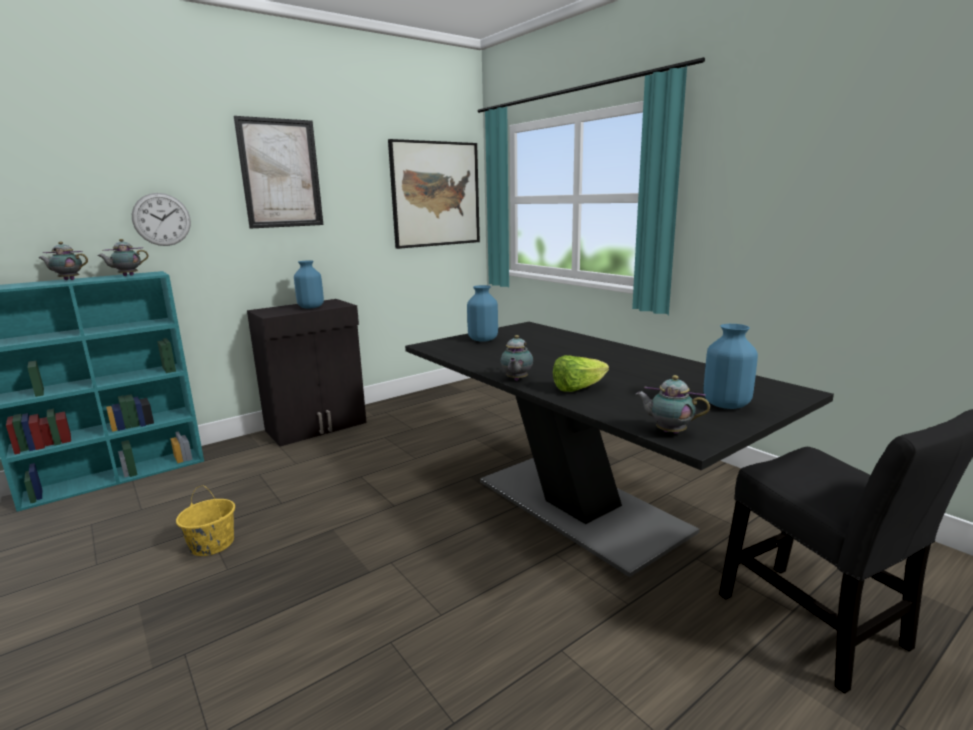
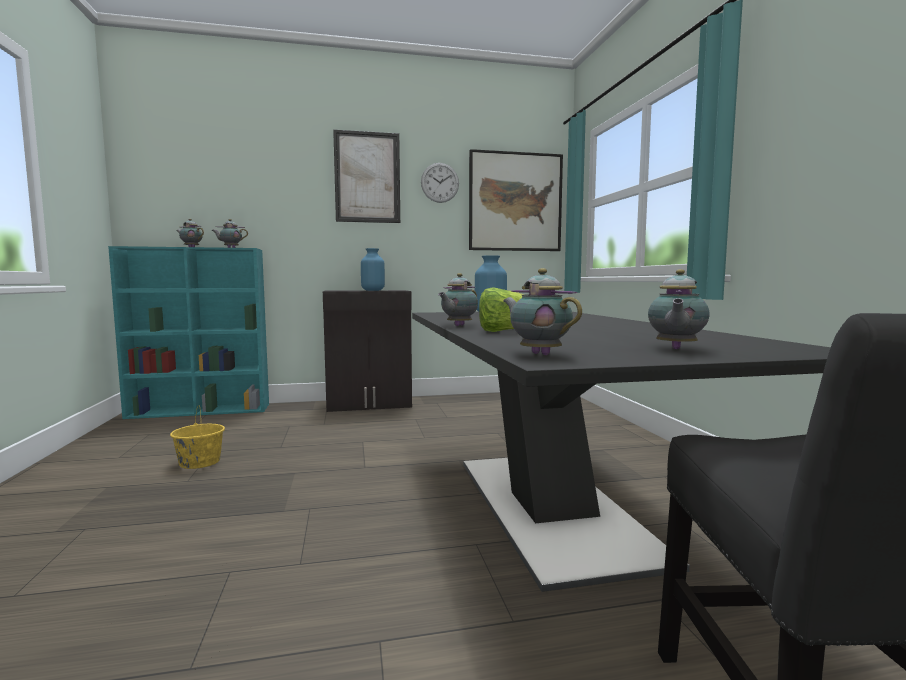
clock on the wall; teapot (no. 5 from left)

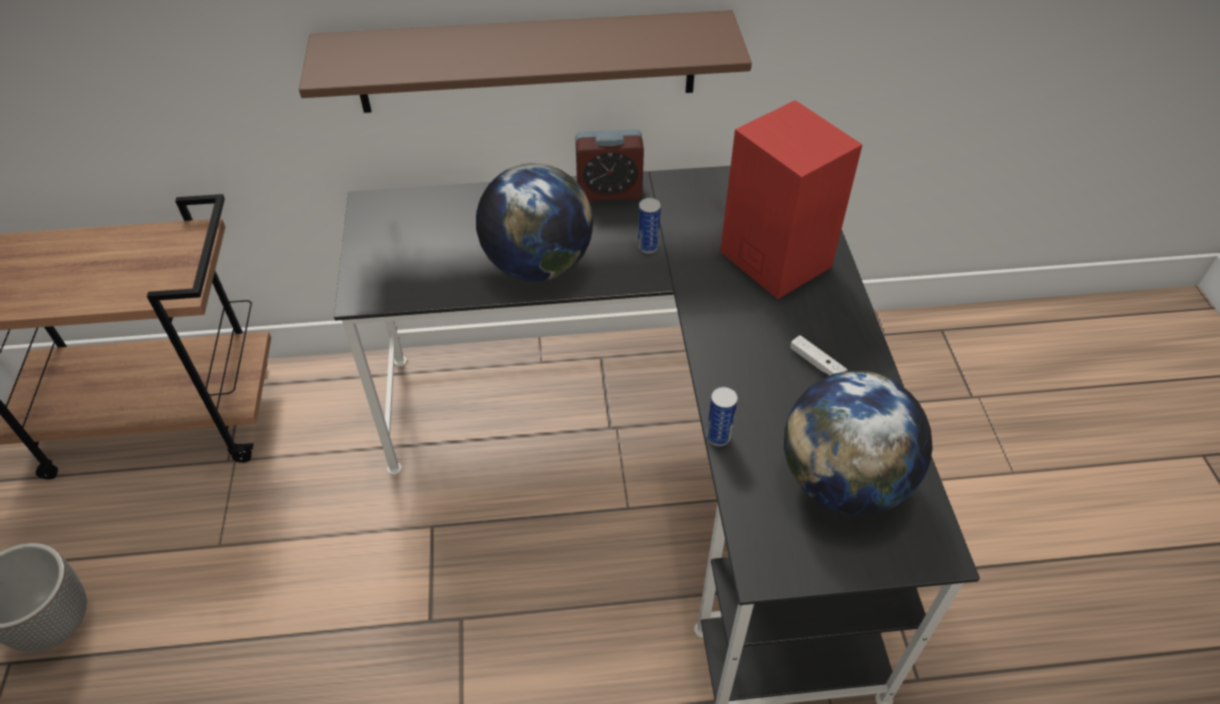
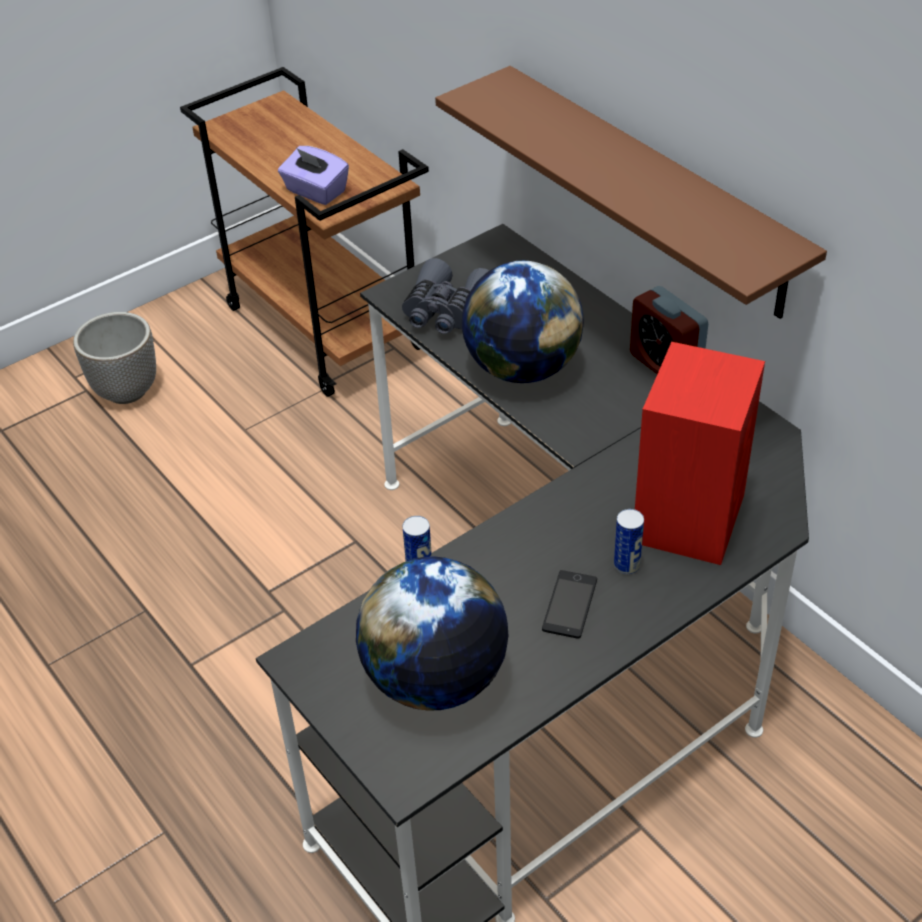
tissue holder (purple); field glasses (gray); phone; sealed can (no. 2 from left)

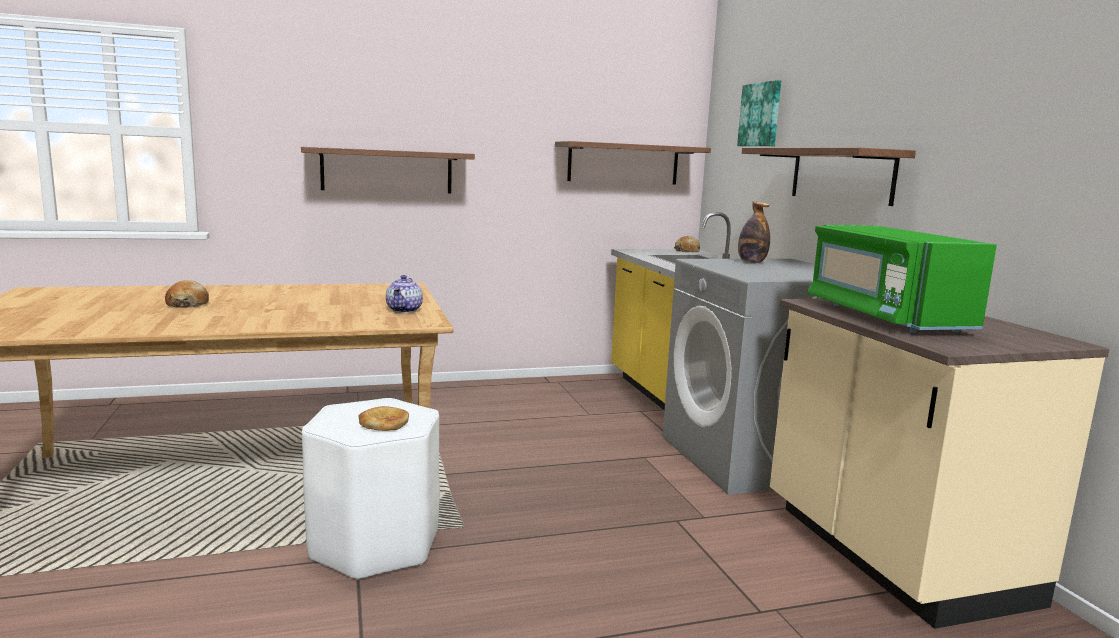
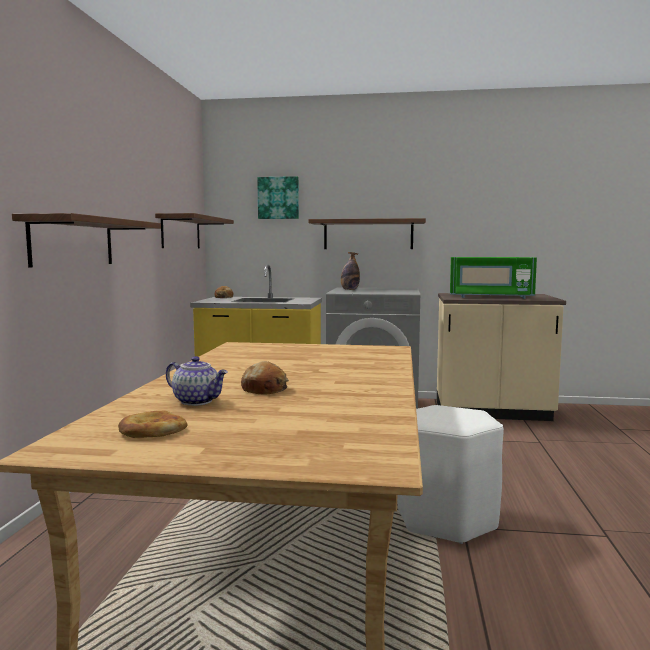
baked bread (no. 1 from left); teapot

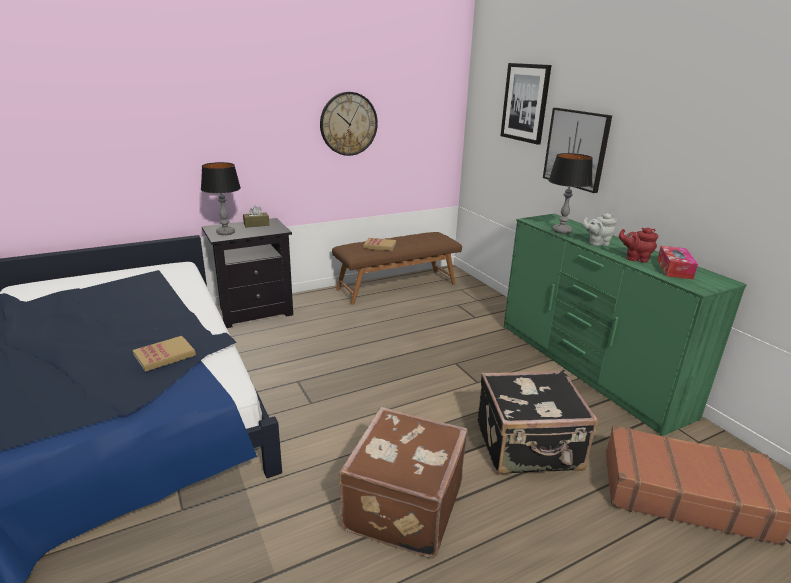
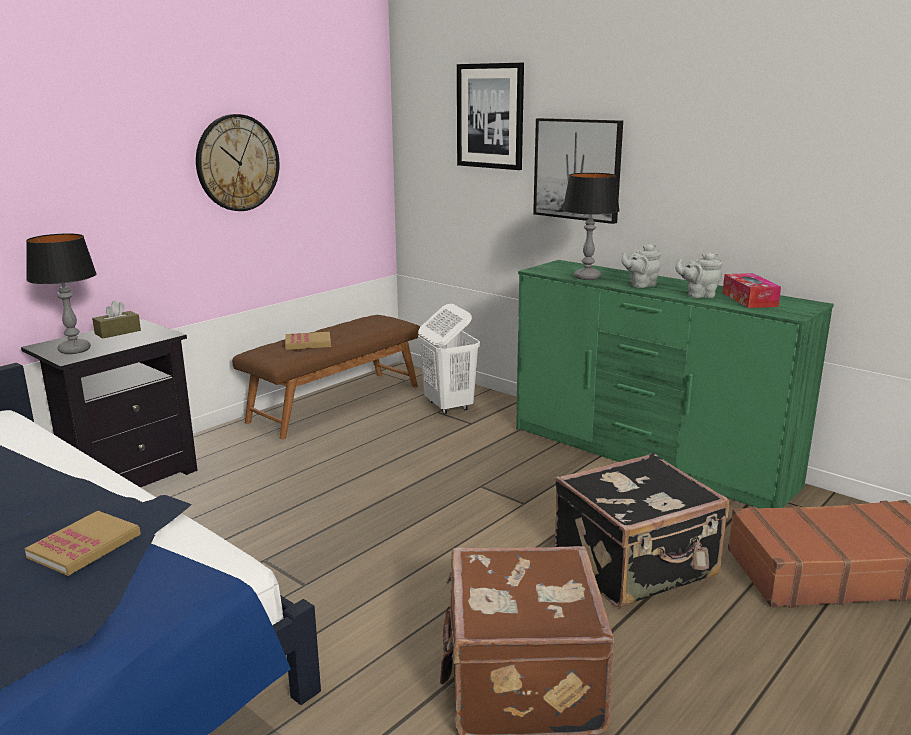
hamper (whitish); teapot (gray) (no. 2 from left)

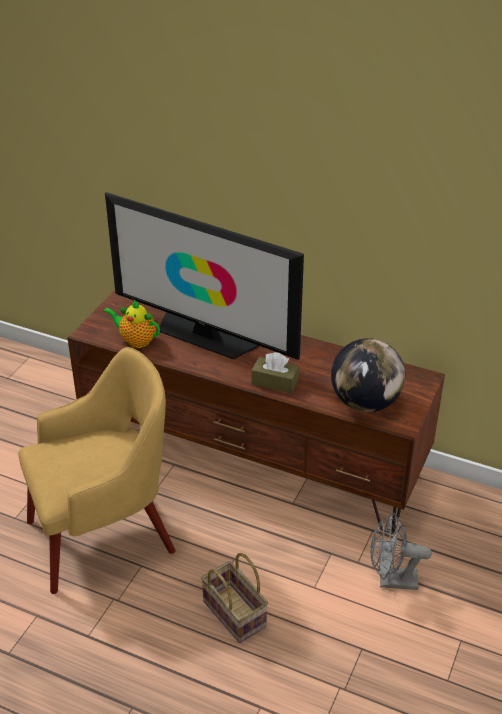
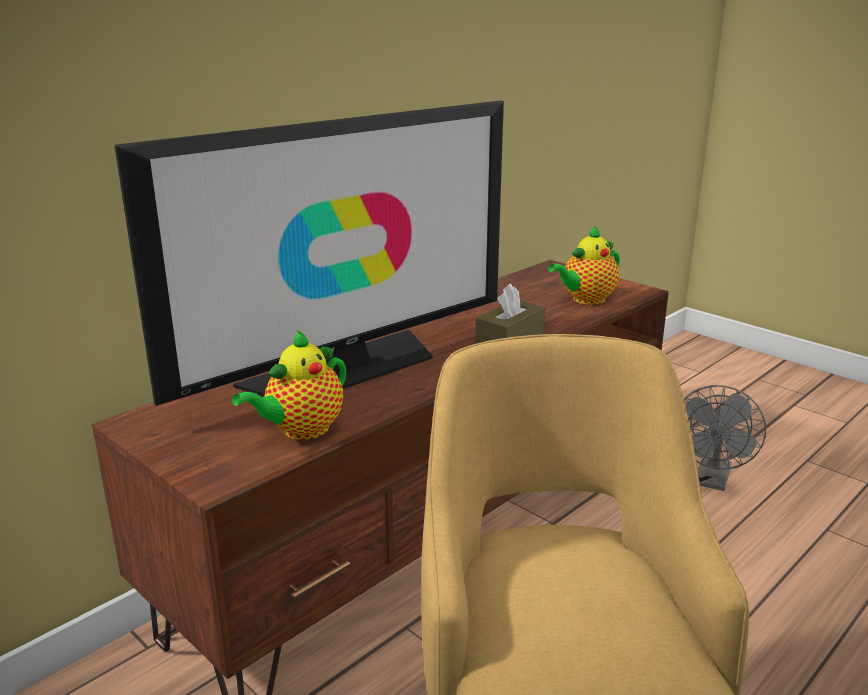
teapot (no. 2 from left); storage basket

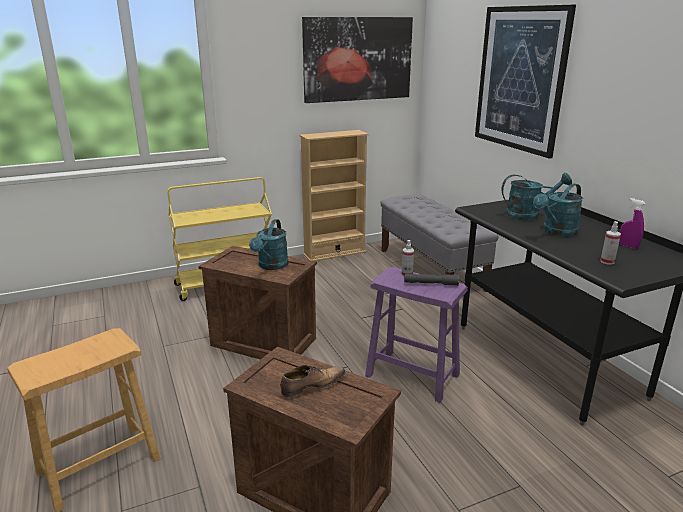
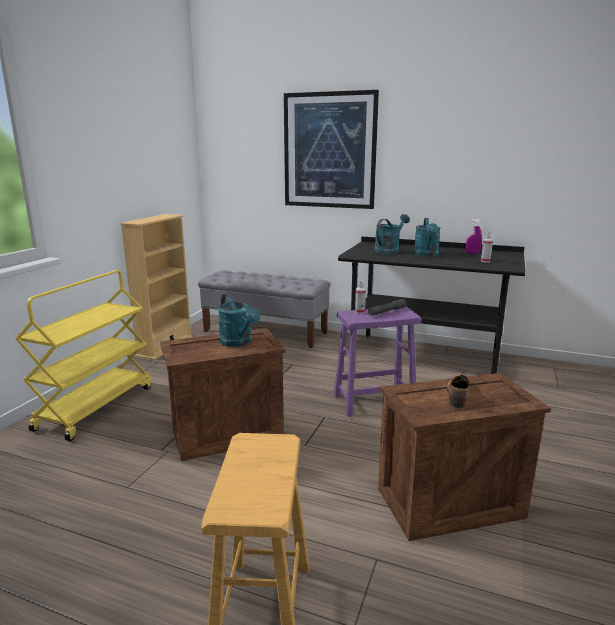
wall picture (no. 1 from left in the first image)

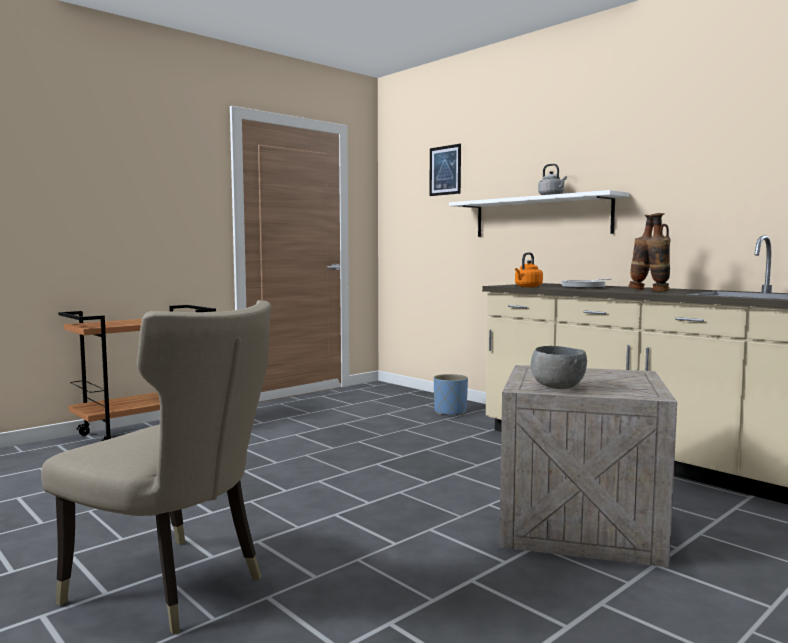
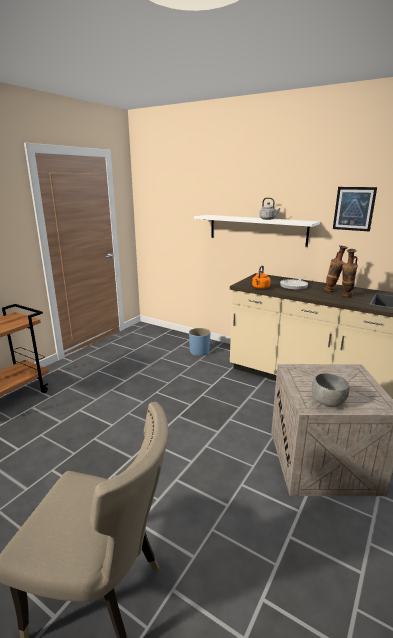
wall picture

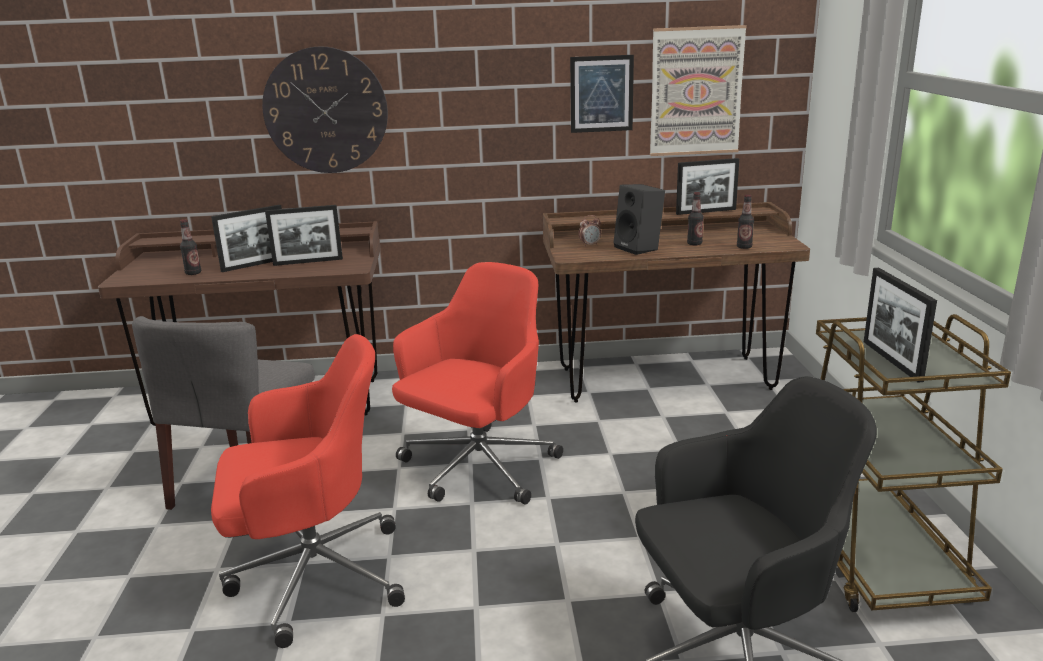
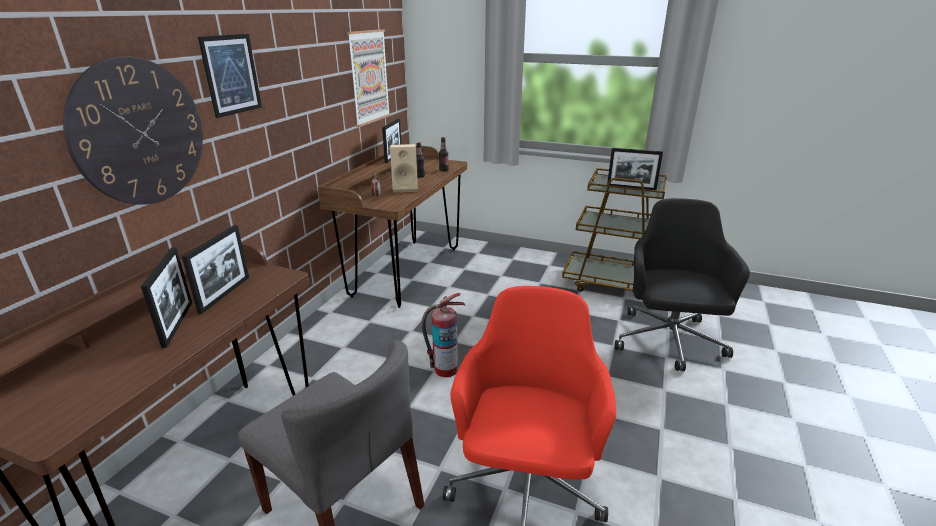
wall picture (no. 1 from left); loudspeaker (beige); fire extinguisher; bottle (no. 1 from left in the first image)

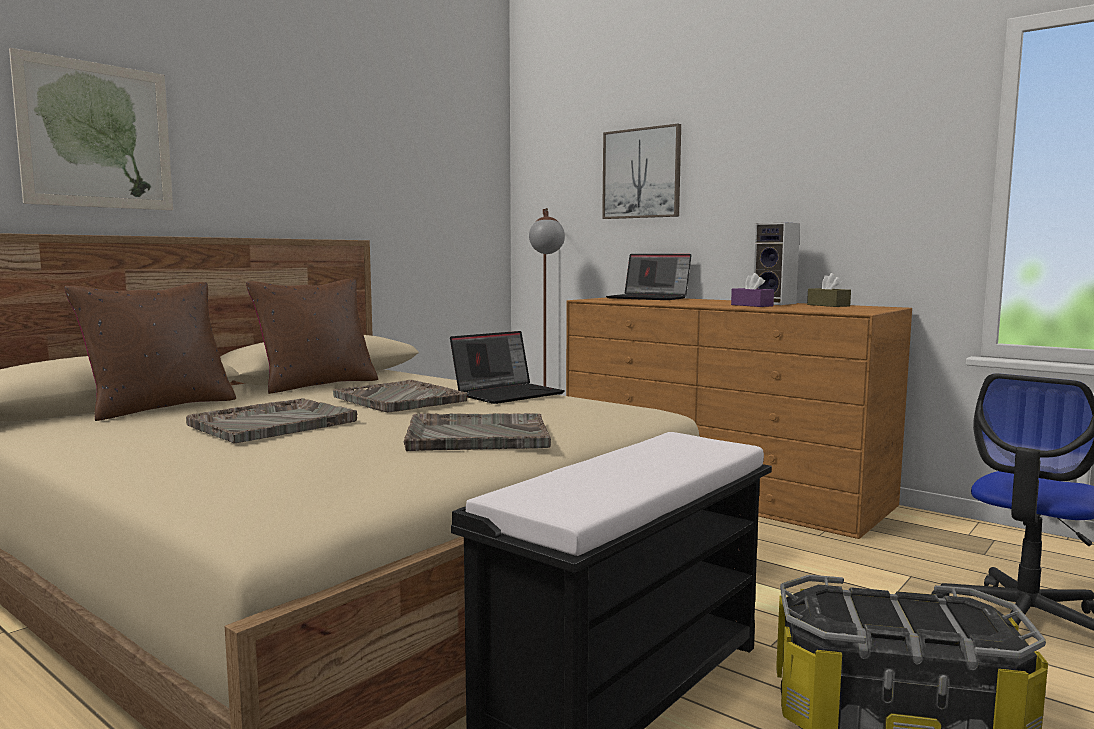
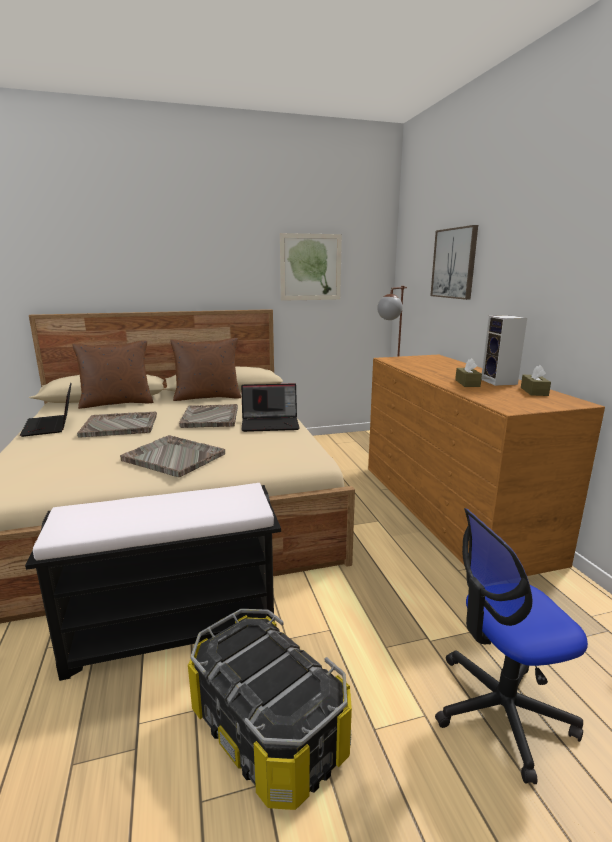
portable computer (no. 1 from left); wall picture (no. 1 from left); tissue holder (brownish) (no. 1 from left)

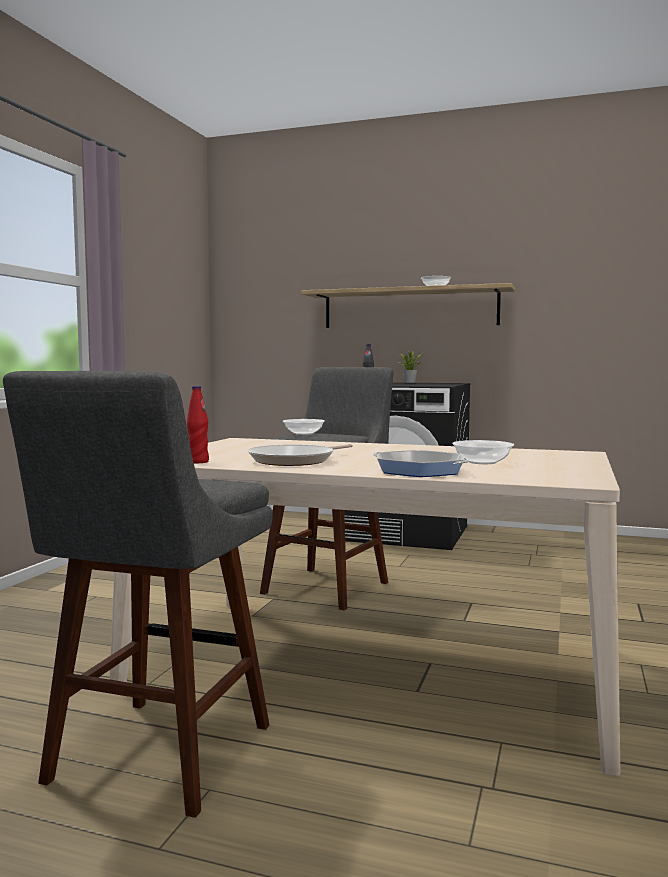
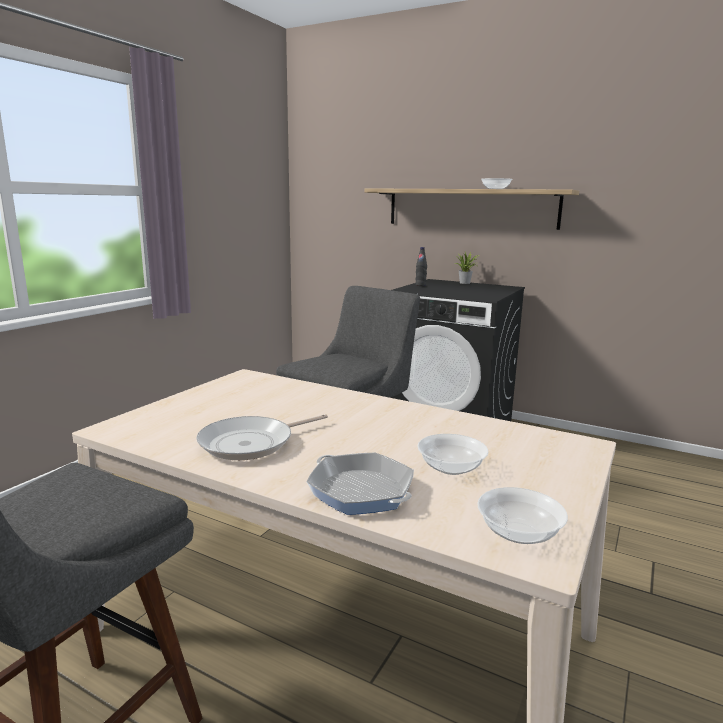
bowl (no. 3 from left); bottle (red)

